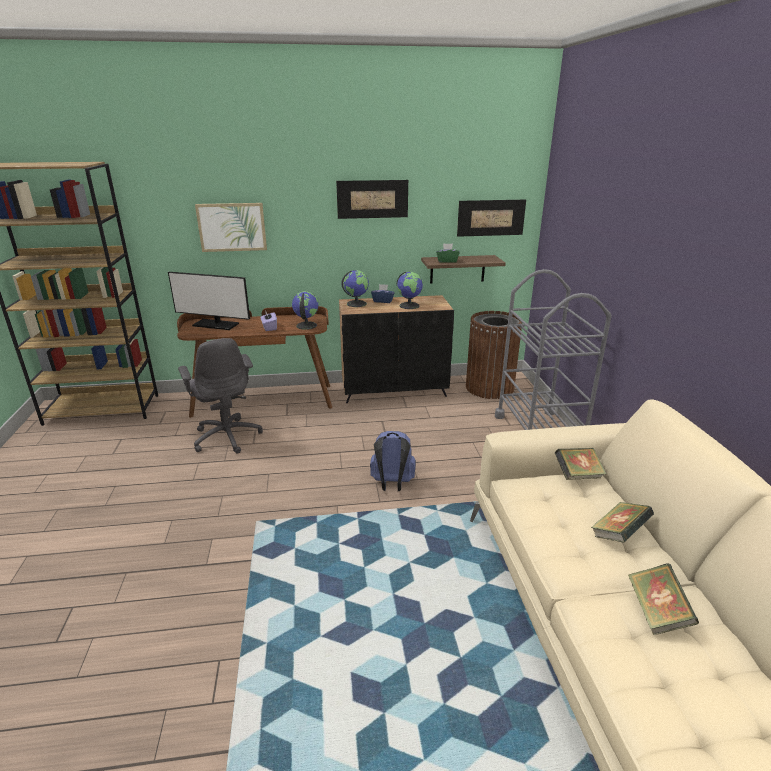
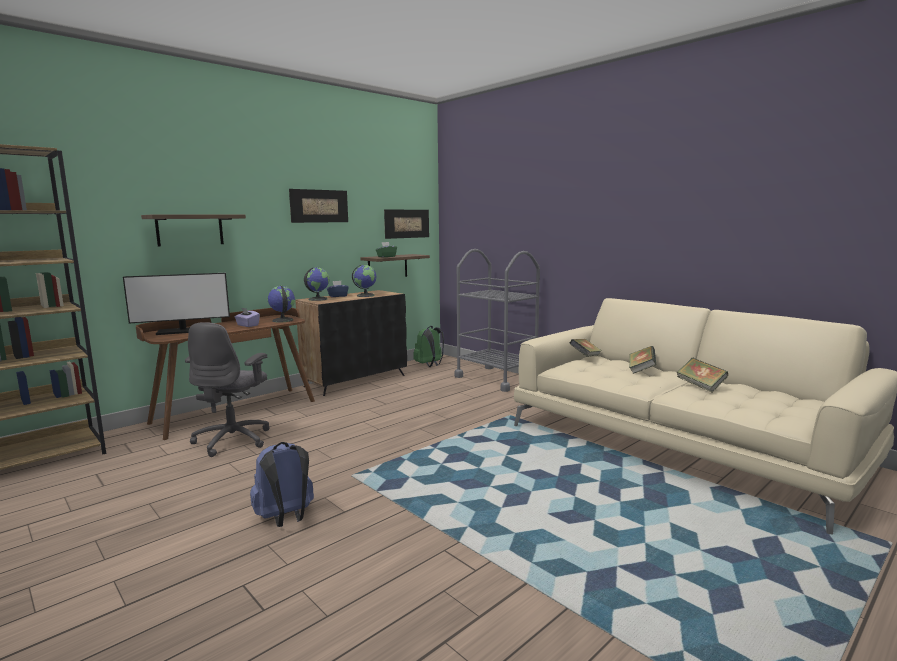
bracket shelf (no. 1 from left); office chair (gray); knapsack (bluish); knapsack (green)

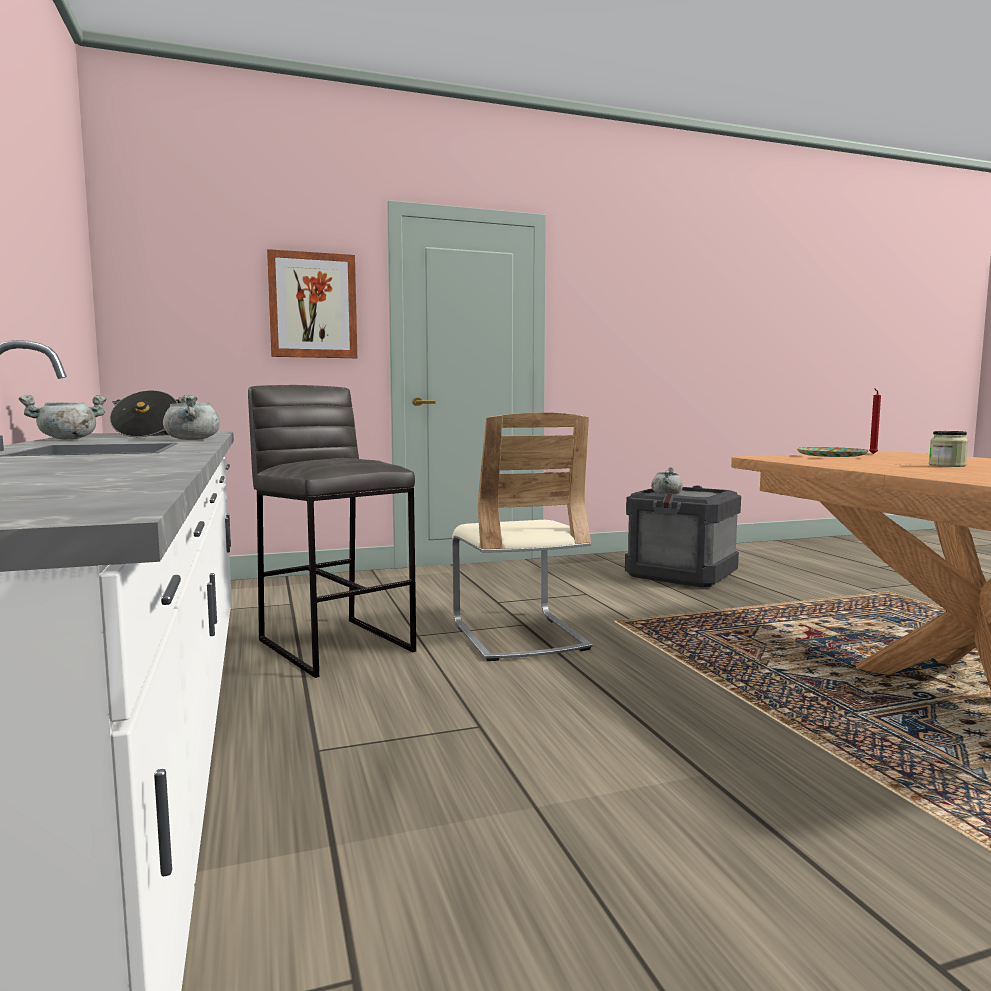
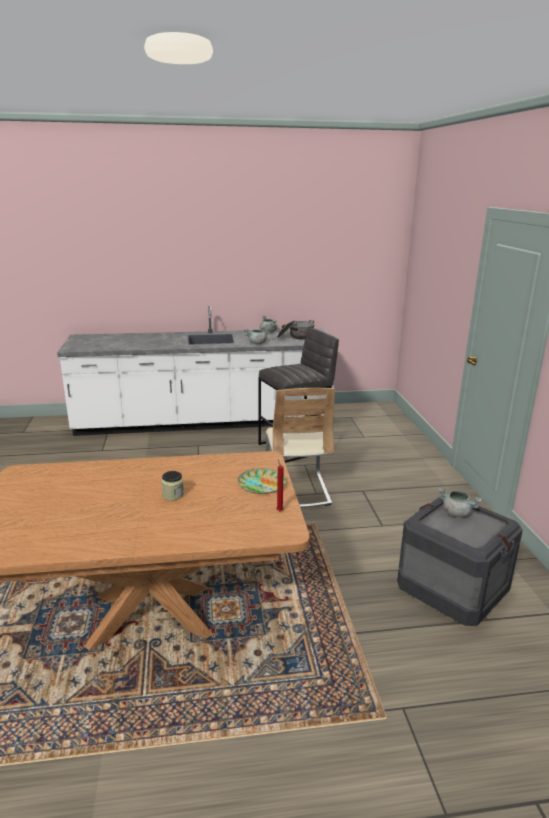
plain chair (beige); wall picture

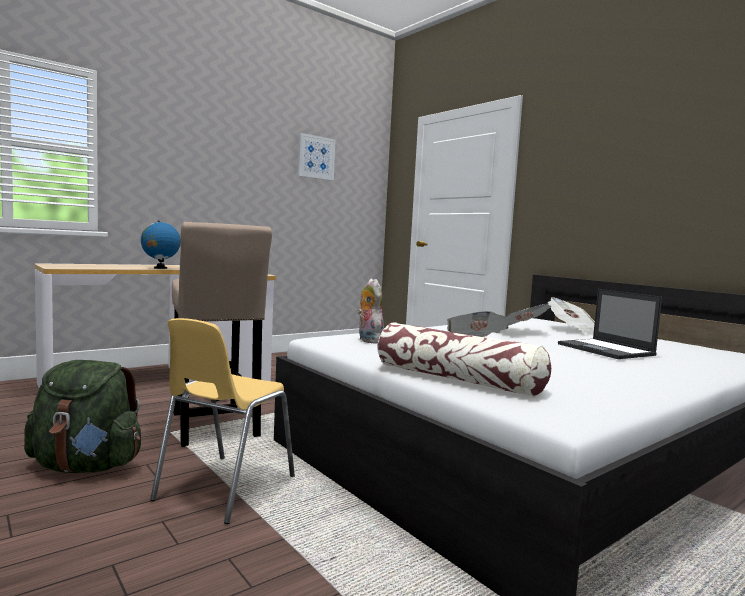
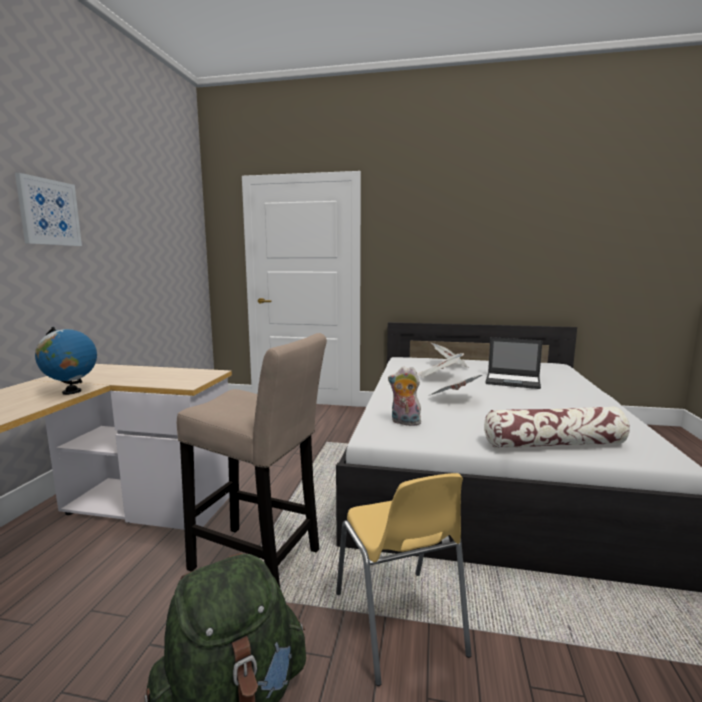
wall picture

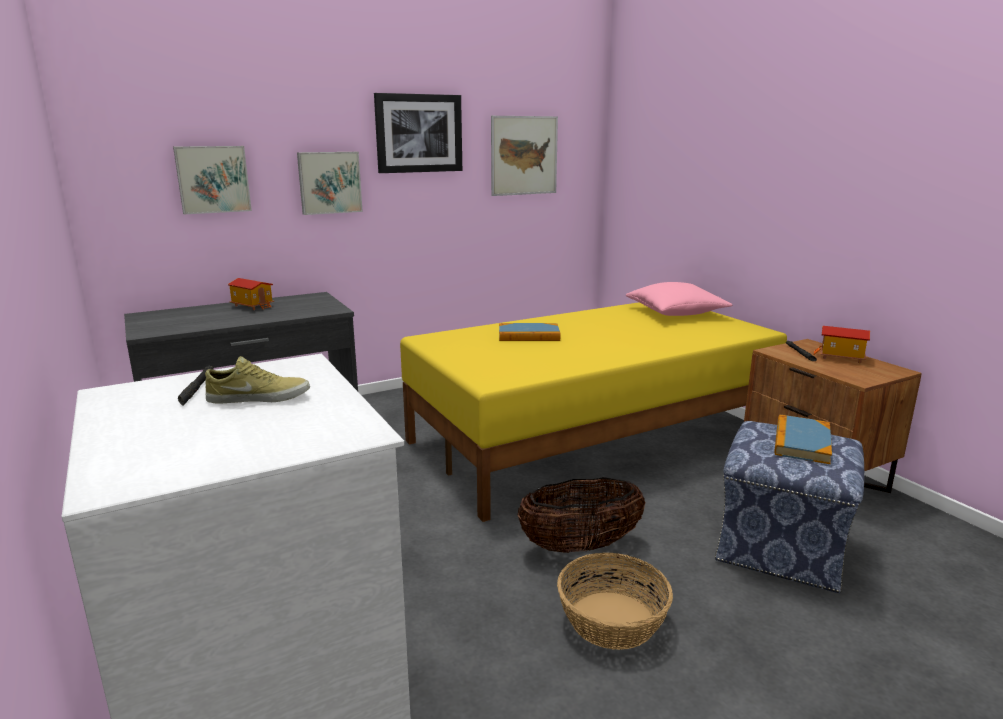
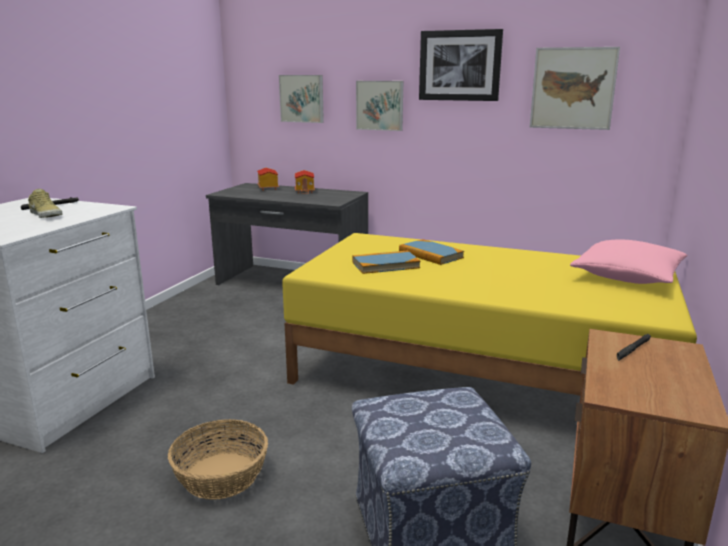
model house (no. 1 from left); bound book (no. 1 from left); storage basket (no. 1 from left in the first image)

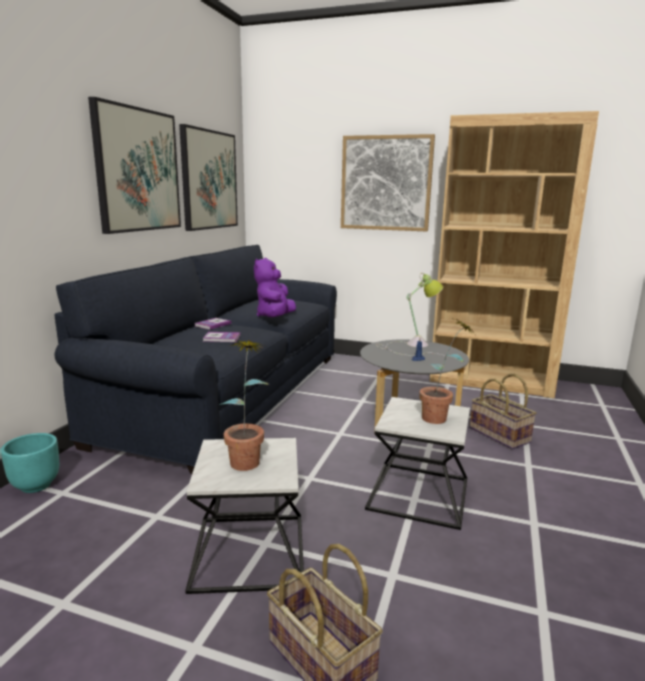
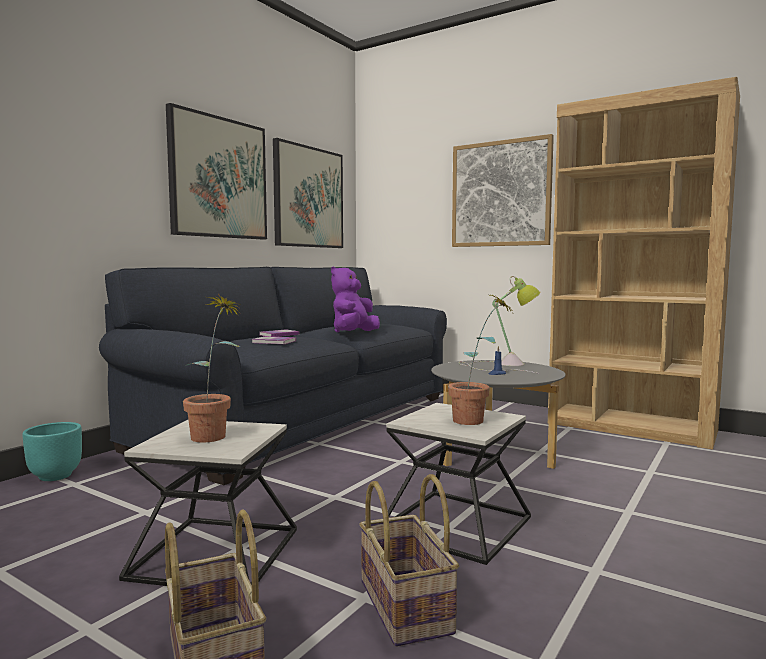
storage basket (no. 2 from left)

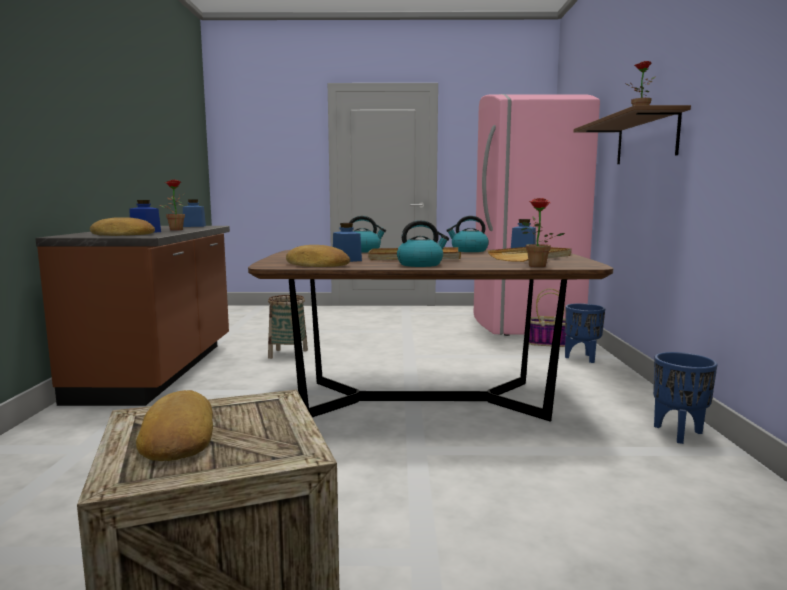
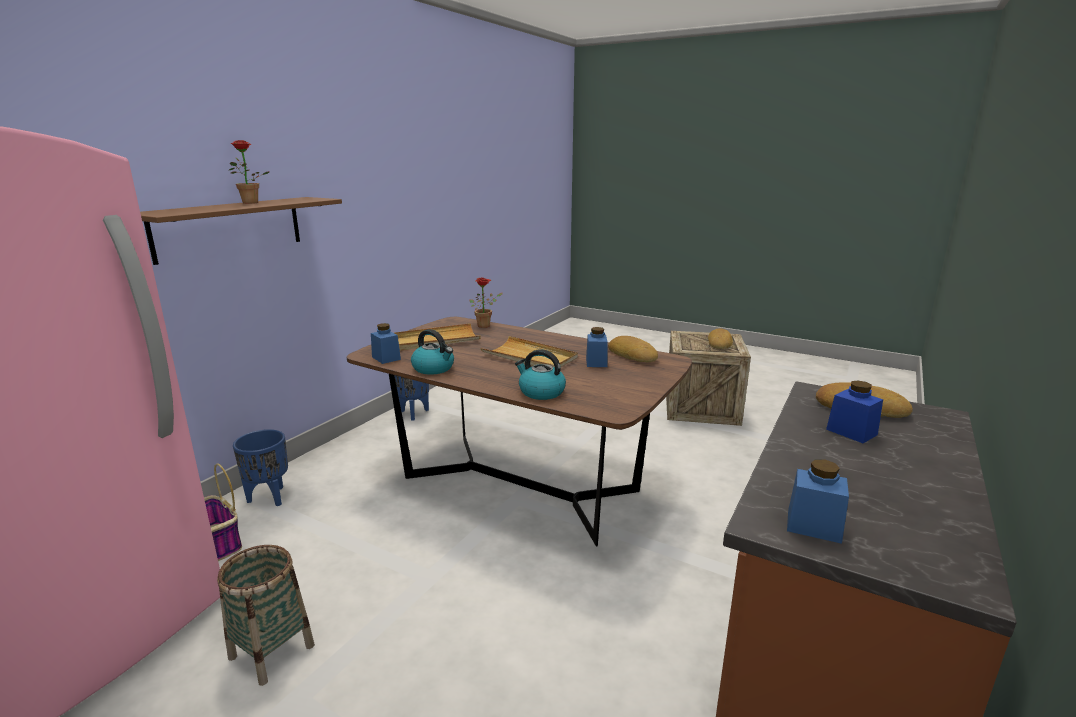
storage basket (no. 2 from left); plant in a pot (no. 1 from left in the first image); water kettle (no. 2 from left in the first image)

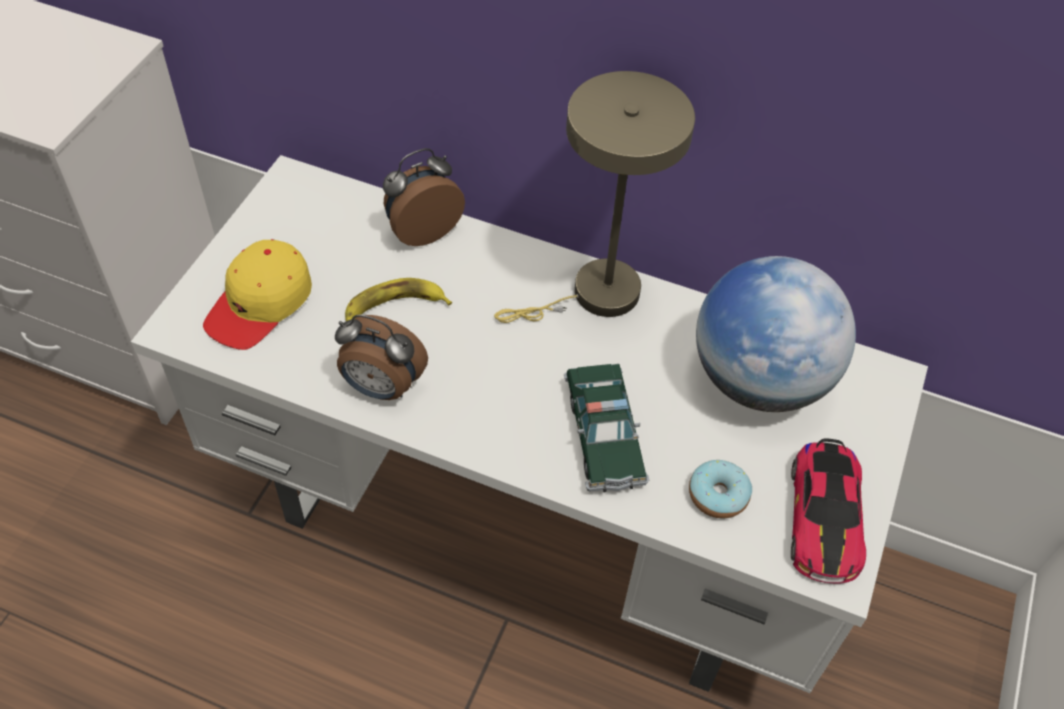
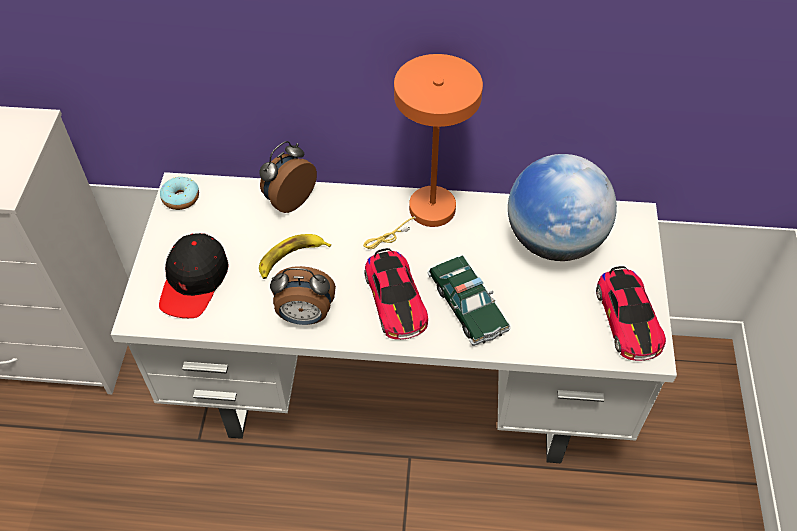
cap (blackish); donut; table lamp (orange); miniature car (no. 1 from left)

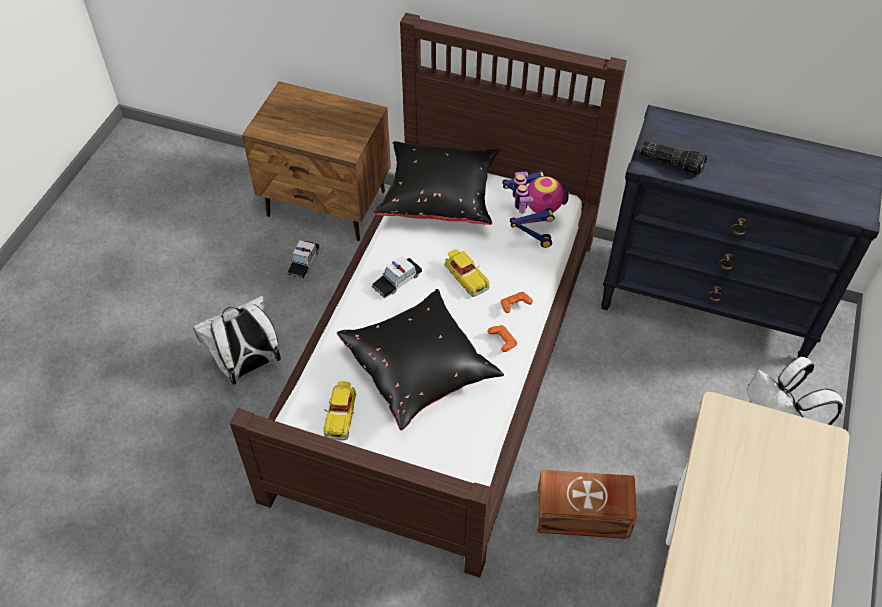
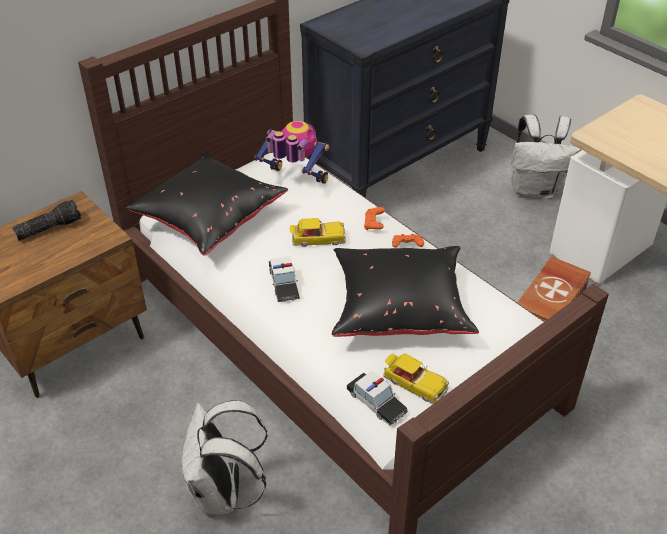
torch; miniature car (no. 3 from left)

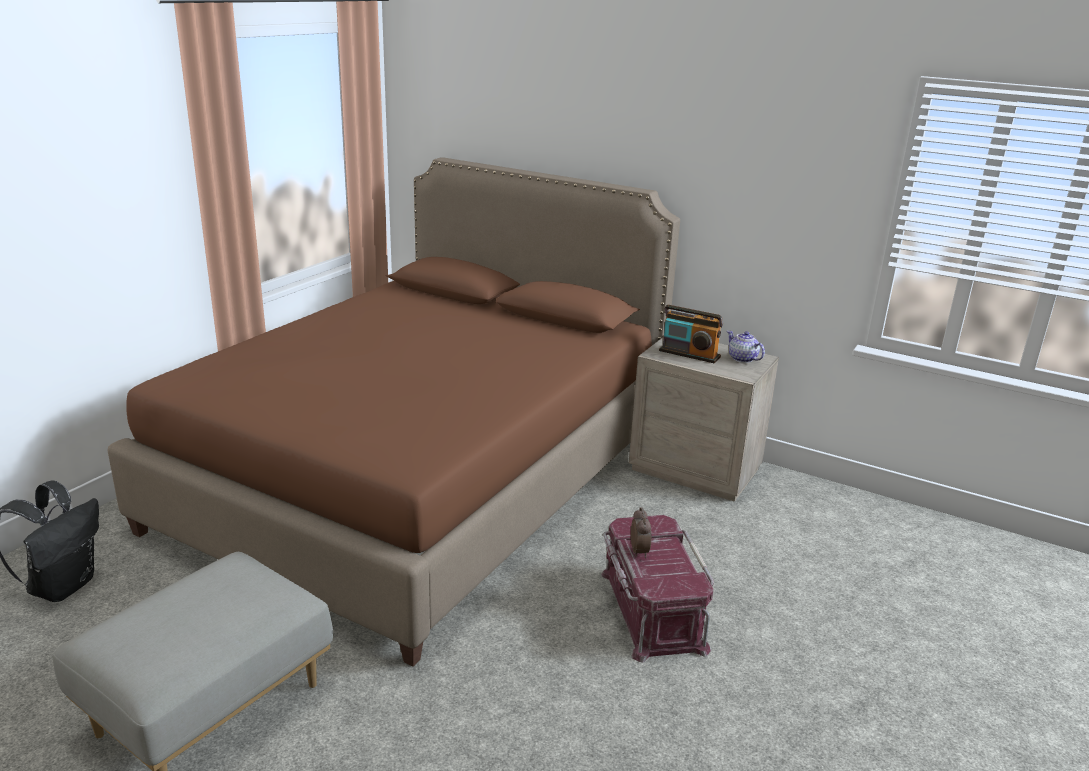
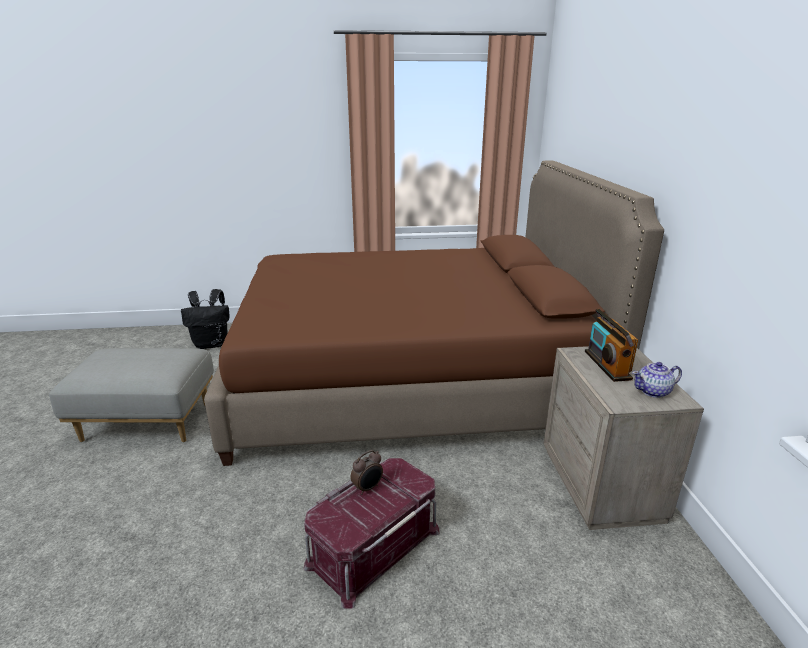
teapot

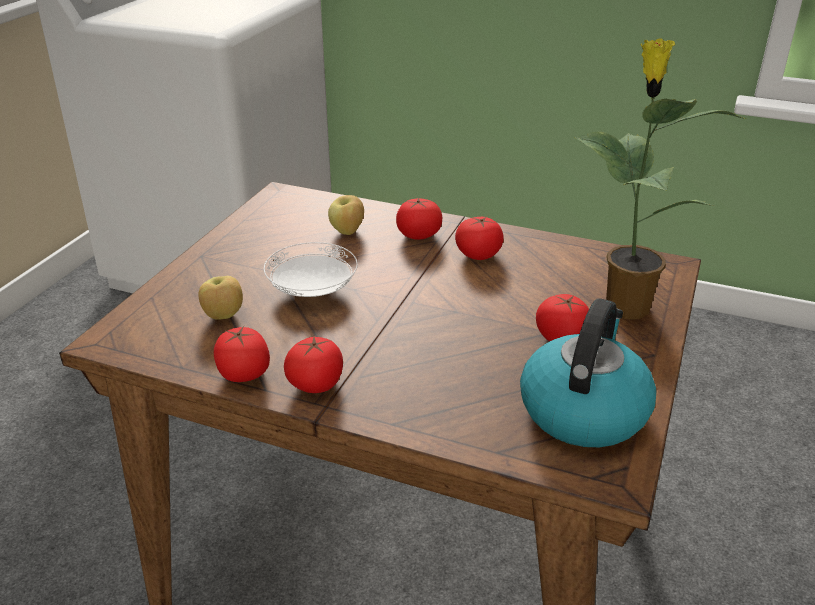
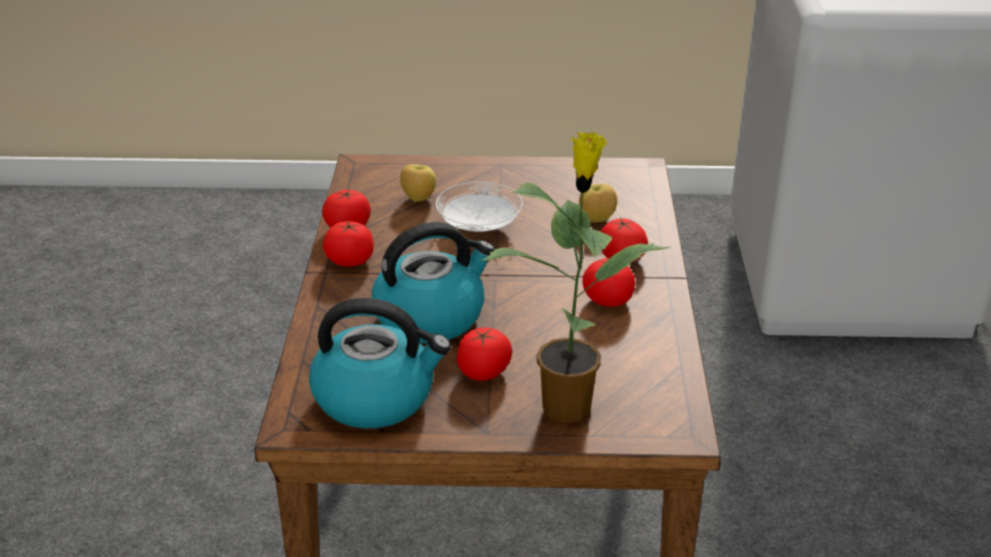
water kettle (no. 2 from left)

